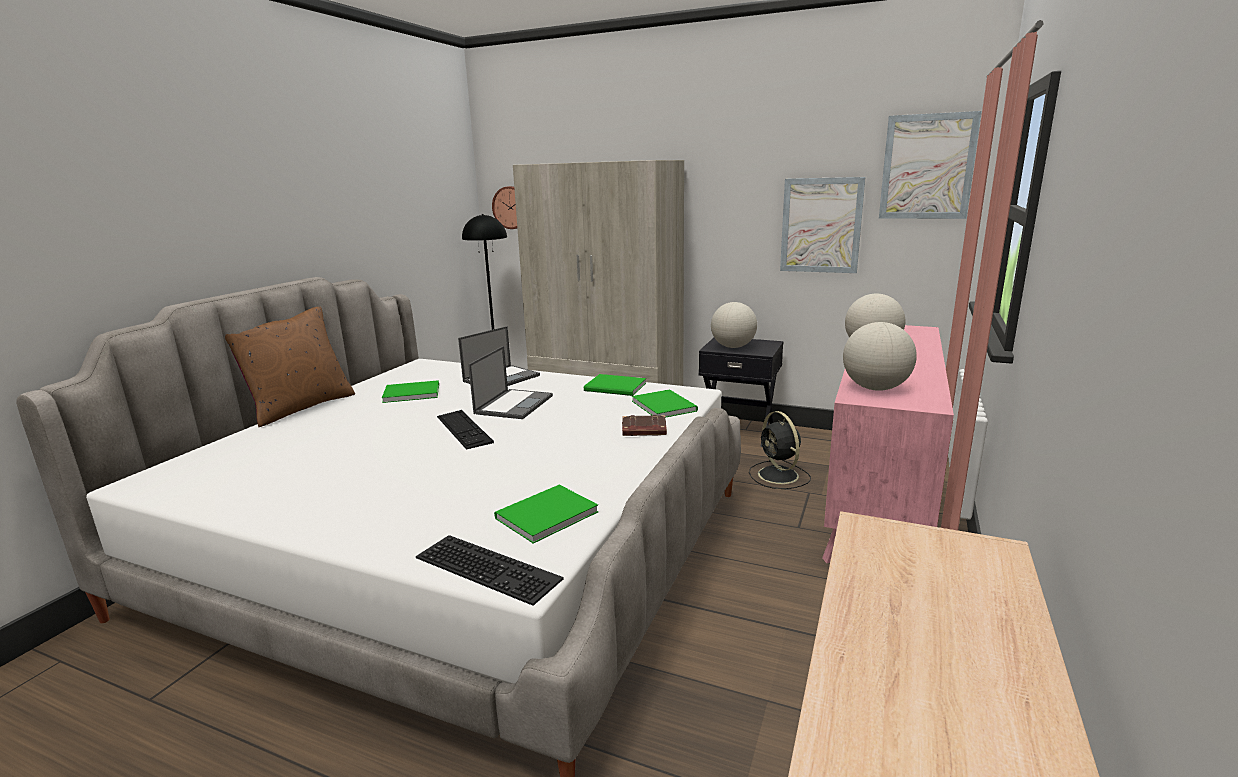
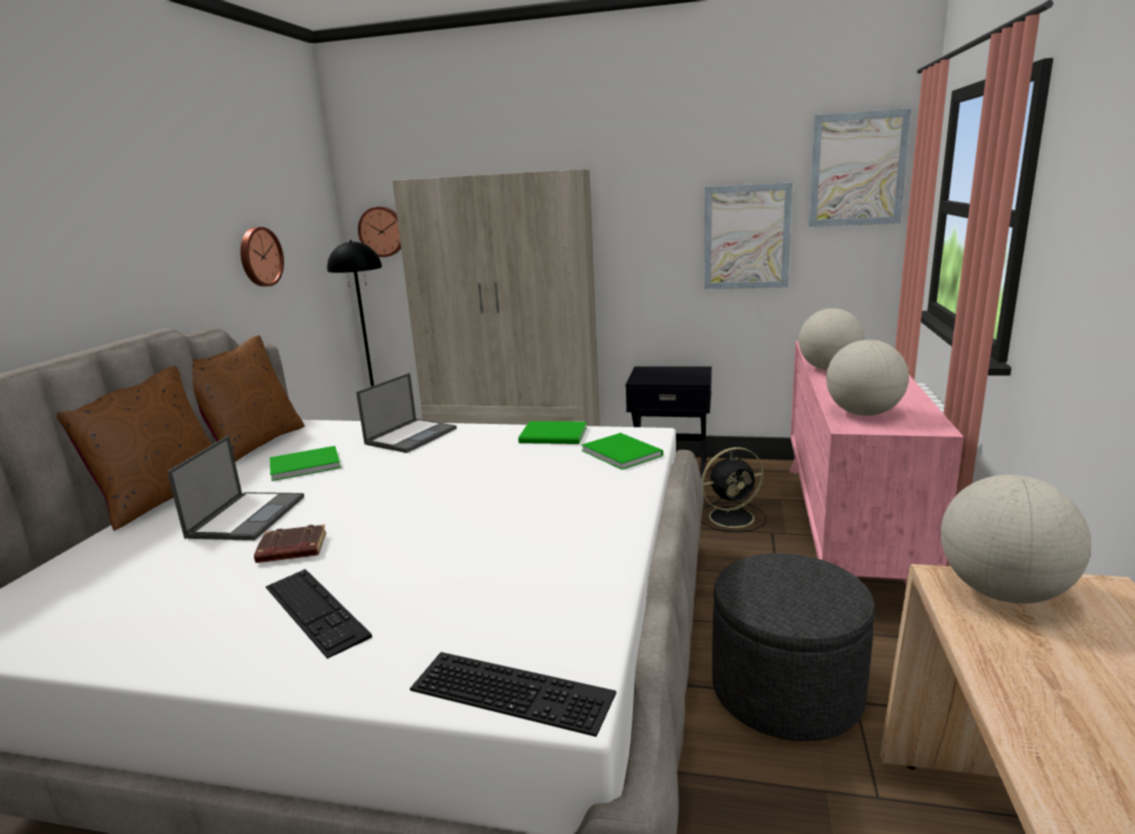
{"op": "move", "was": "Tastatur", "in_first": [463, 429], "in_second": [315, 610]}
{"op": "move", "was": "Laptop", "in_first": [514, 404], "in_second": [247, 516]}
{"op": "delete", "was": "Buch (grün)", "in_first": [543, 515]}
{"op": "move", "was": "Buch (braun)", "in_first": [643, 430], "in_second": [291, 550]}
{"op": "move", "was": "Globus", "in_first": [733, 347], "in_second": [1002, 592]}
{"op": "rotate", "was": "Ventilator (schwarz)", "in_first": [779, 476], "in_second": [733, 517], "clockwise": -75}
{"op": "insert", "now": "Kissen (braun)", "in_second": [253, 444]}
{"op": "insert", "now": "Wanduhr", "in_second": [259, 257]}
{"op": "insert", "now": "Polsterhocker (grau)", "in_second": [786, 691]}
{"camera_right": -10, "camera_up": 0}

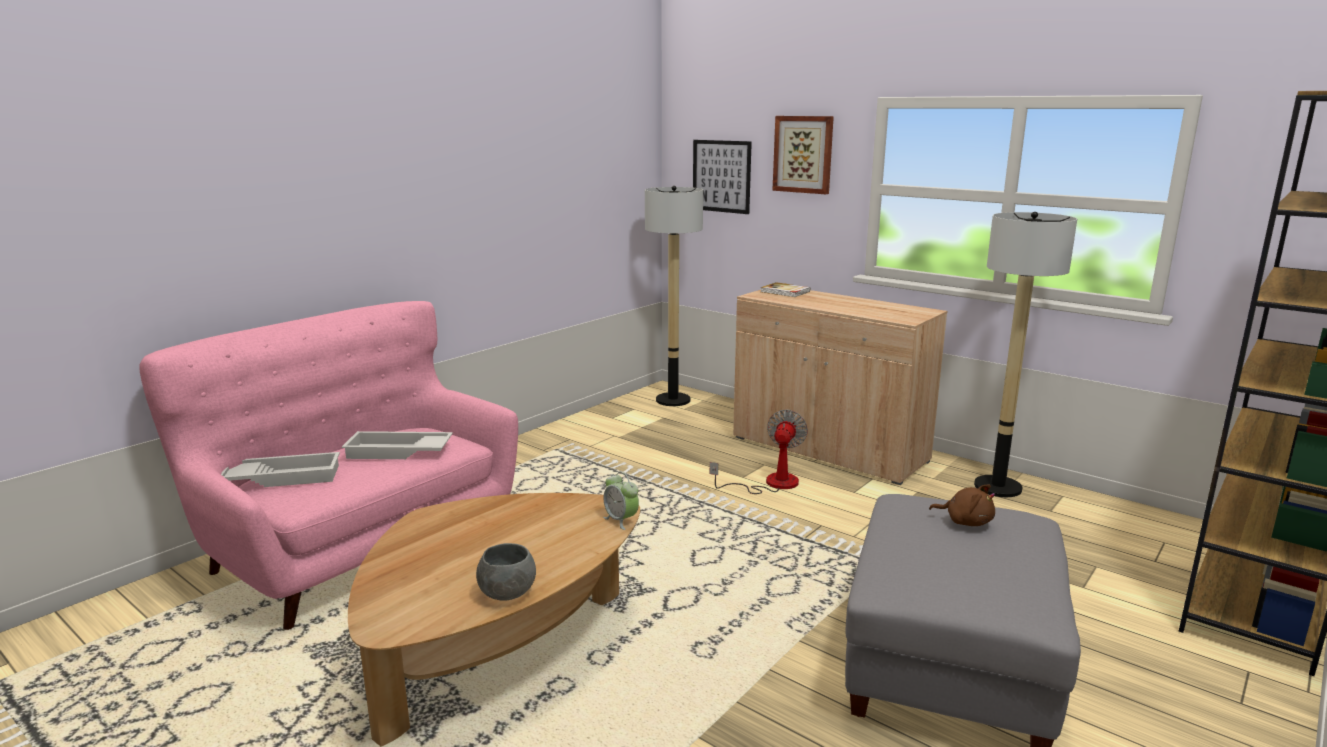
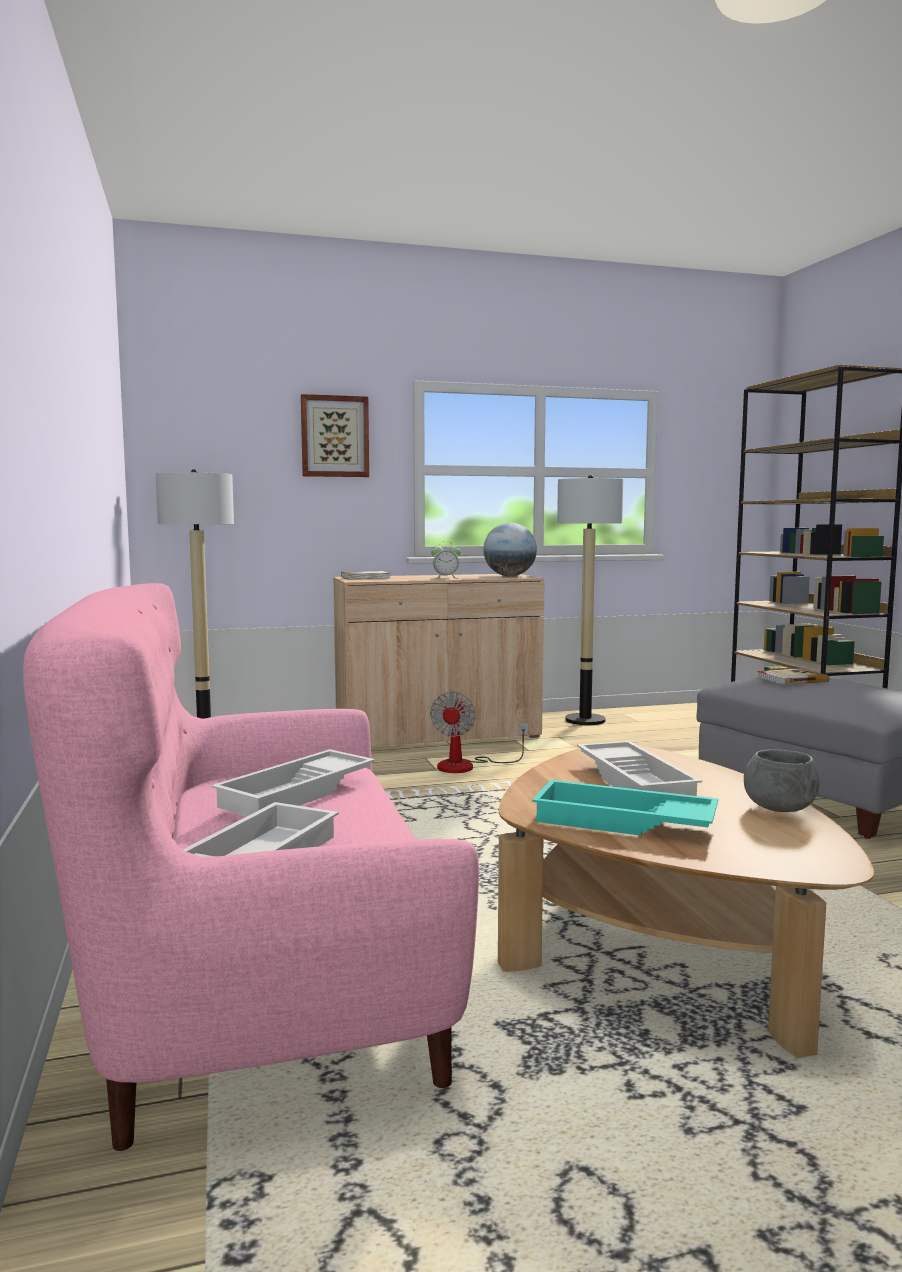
{"op": "move", "was": "Wecker", "in_first": [621, 520], "in_second": [446, 578]}
{"op": "delete", "was": "Bild", "in_first": [721, 176]}
{"op": "rotate", "was": "Ventilator", "in_first": [770, 484], "in_second": [467, 766], "clockwise": -135}
{"op": "replace", "was": "Plüschtier (braun)", "now": "Buch", "in_first": [965, 521], "in_second": [791, 679]}
{"op": "insert", "now": "Globus", "in_second": [509, 576]}
{"op": "insert", "now": "Tablett (türkis)", "in_second": [622, 822]}
{"op": "insert", "now": "Tablett (weiß)", "in_second": [637, 781]}
{"camera_right": -55, "camera_up": -10}

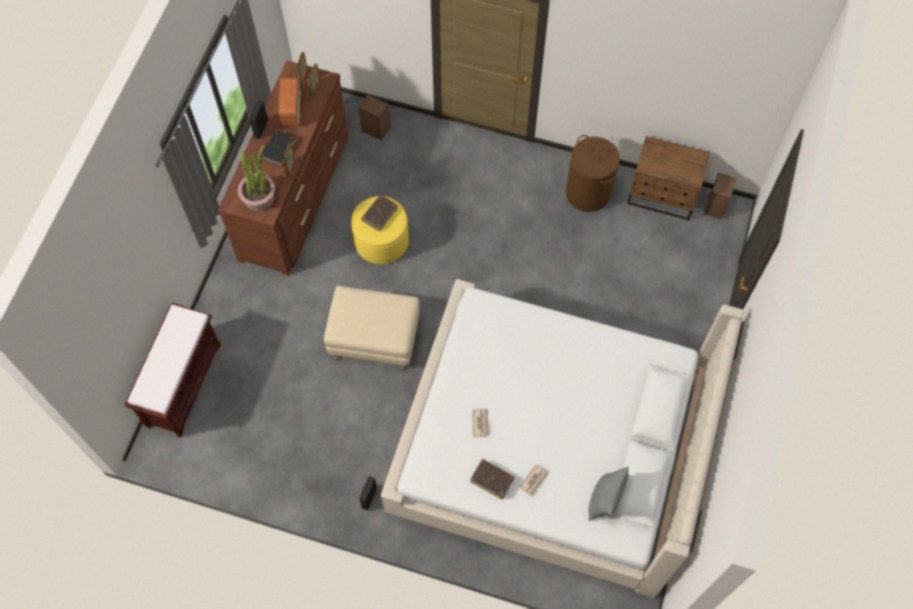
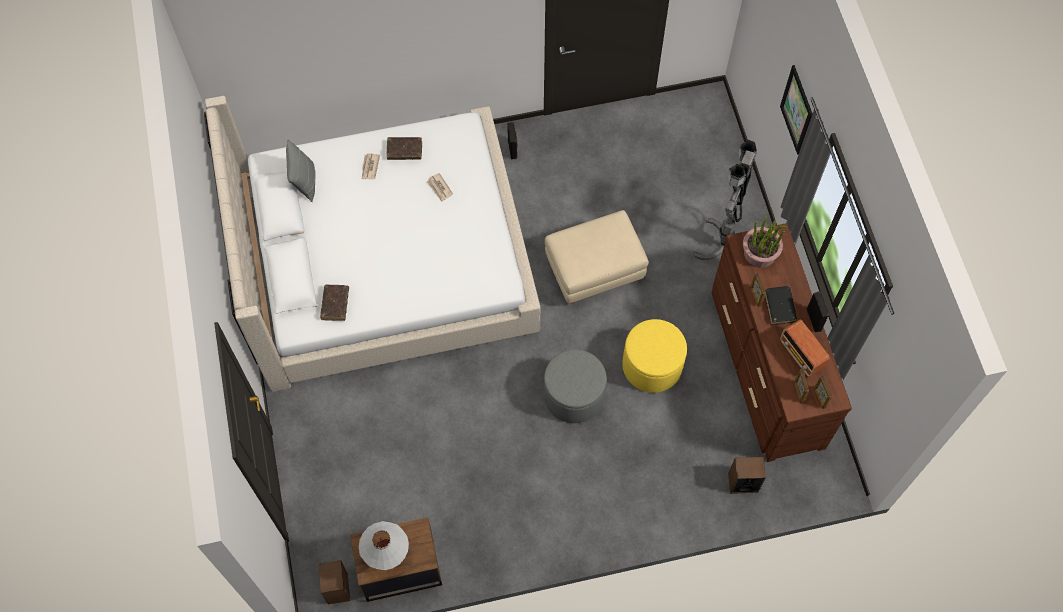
{"op": "delete", "was": "Bank (braun)", "in_first": [183, 383]}
{"op": "move", "was": "Buch (braun)", "in_first": [379, 214], "in_second": [335, 304]}
{"op": "delete", "was": "Wäschekorb (braun)", "in_first": [588, 192]}
{"op": "insert", "now": "Tischlampe (weiß)", "in_second": [387, 556]}
{"op": "insert", "now": "Polsterhocker (grau)", "in_second": [573, 395]}
{"op": "insert", "now": "Stehlampe (grau)", "in_second": [719, 244]}
{"op": "insert", "now": "Bild", "in_second": [796, 110]}
{"camera_right": 150, "camera_up": 0}

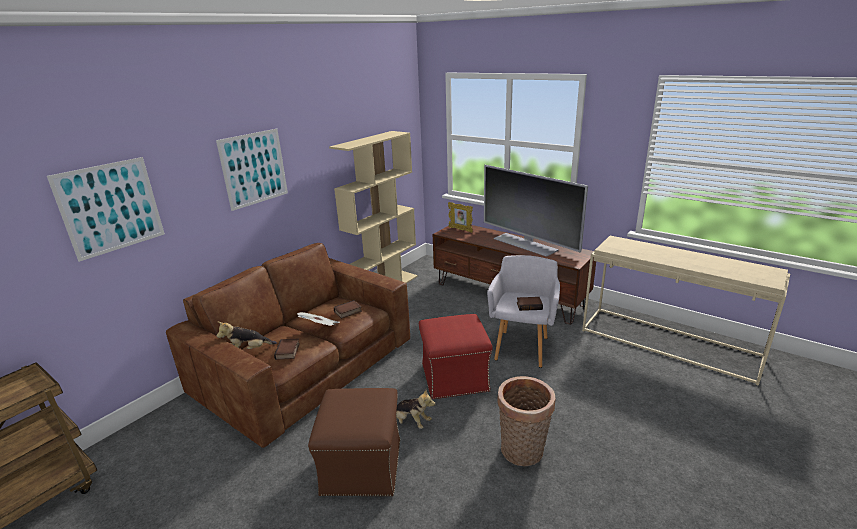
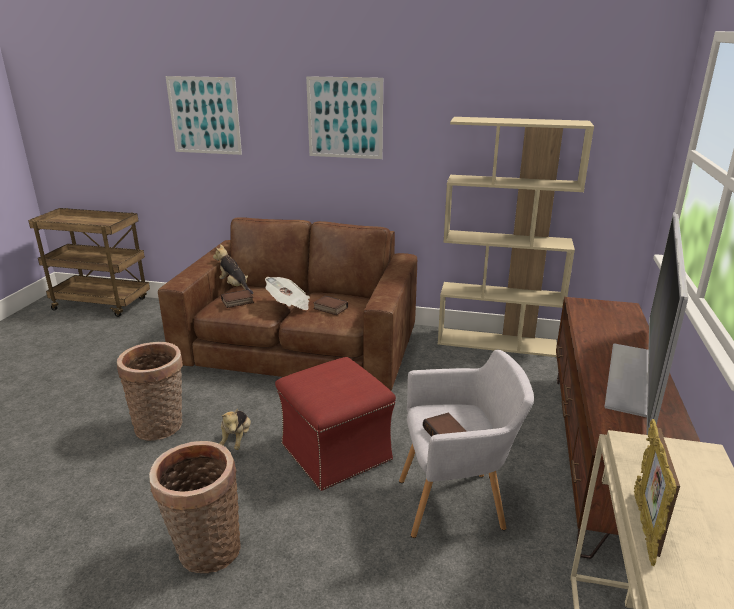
{"op": "replace", "was": "Polsterhocker (braun)", "now": "Korb", "in_first": [362, 465], "in_second": [162, 427]}
{"op": "move", "was": "Bilderrahmen", "in_first": [460, 230], "in_second": [645, 527]}
{"camera_right": 65, "camera_up": 0}

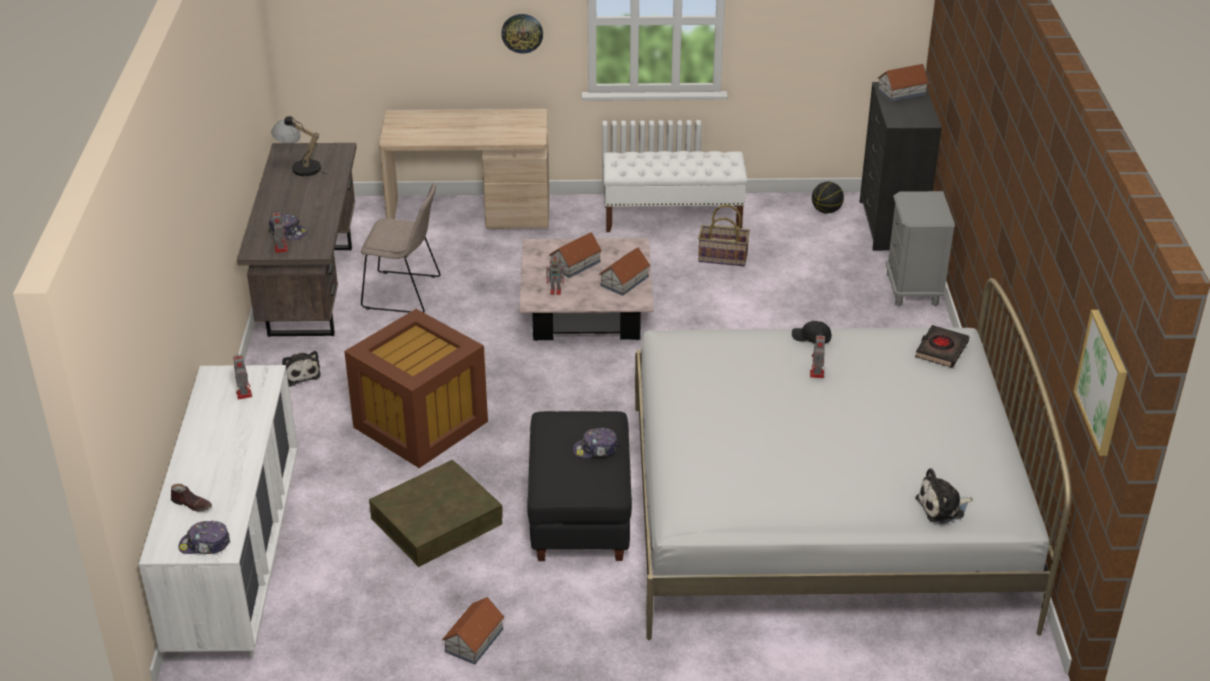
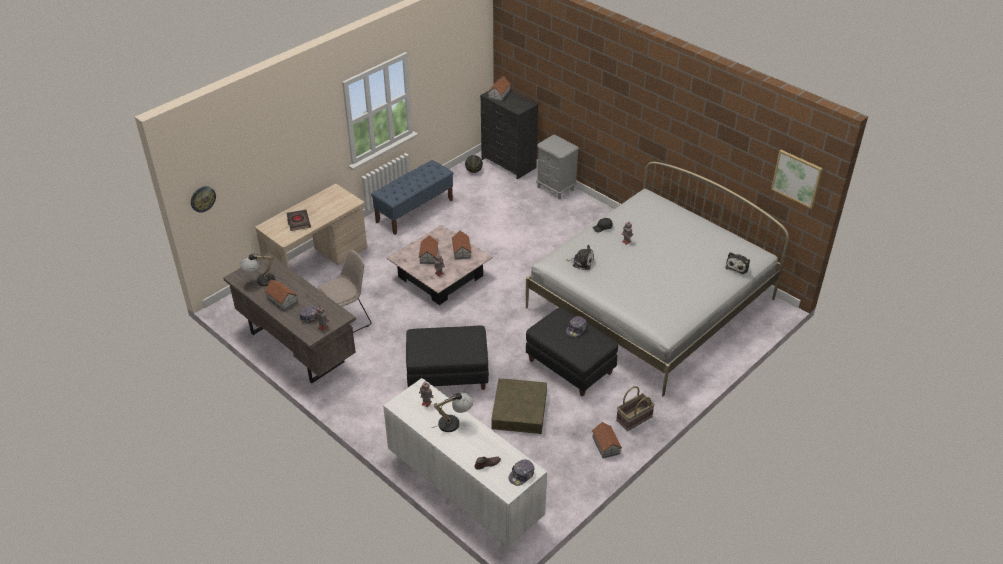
{"op": "move", "was": "Plüschtier", "in_first": [299, 374], "in_second": [581, 262]}
{"op": "replace", "was": "Aufbewahrungsbox (braun)", "now": "Polsterhocker (schwarz)", "in_first": [418, 424], "in_second": [447, 375]}
{"op": "move", "was": "Wanduhr", "in_first": [522, 33], "in_second": [202, 199]}
{"op": "recolor", "was": "Bank (weiß)", "now": "Bank (blau)", "in_first": [673, 218], "in_second": [414, 211]}
{"op": "move", "was": "Korb", "in_first": [722, 258], "in_second": [634, 419]}
{"op": "move", "was": "Buch (schwarz)", "in_first": [941, 350], "in_second": [298, 222]}
{"op": "insert", "now": "Spielzeughaus", "in_second": [282, 300]}
{"op": "insert", "now": "Tischlampe", "in_second": [454, 423]}
{"camera_right": -45, "camera_up": 5}

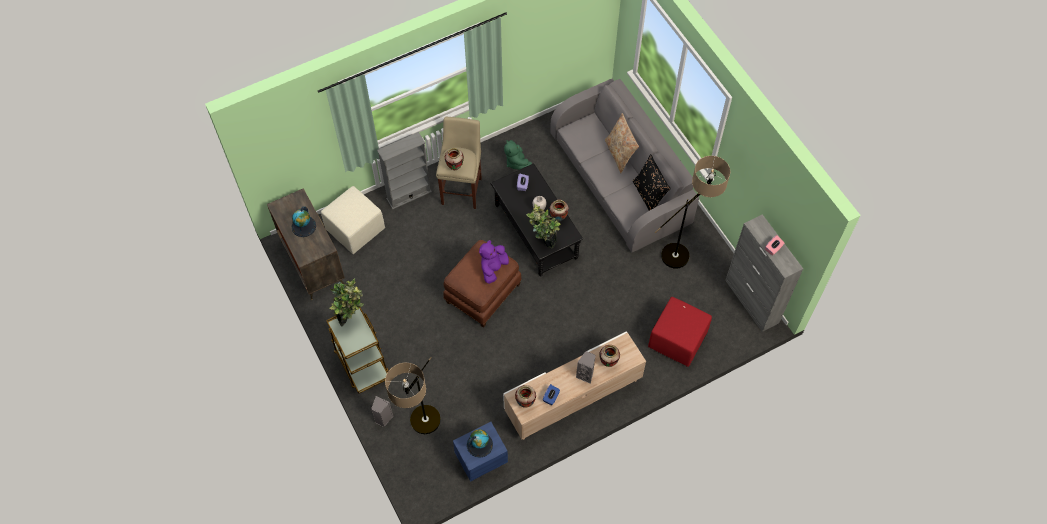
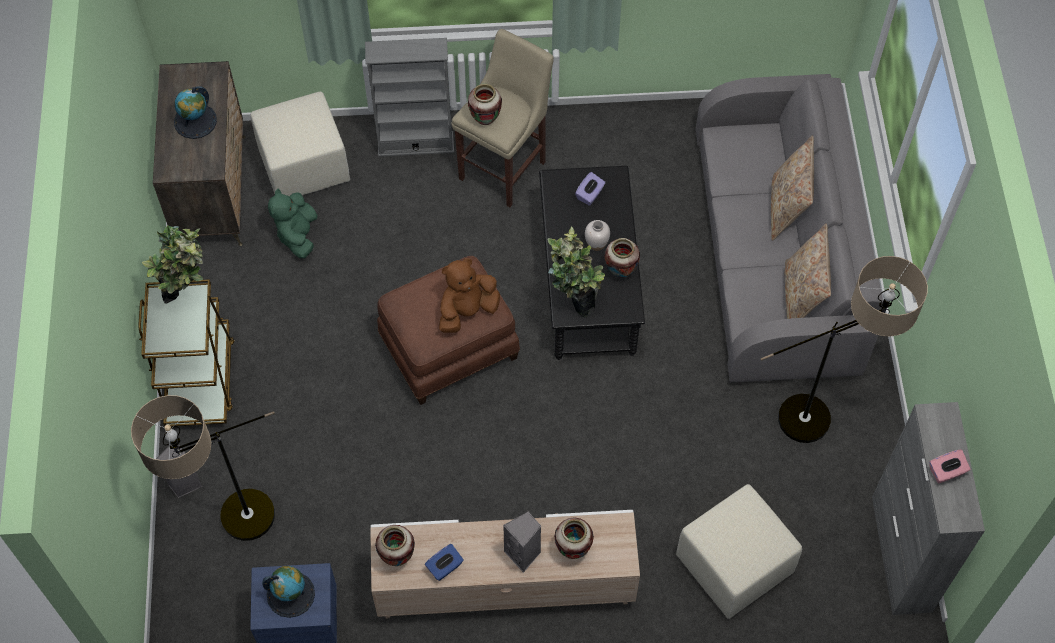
{"op": "recolor", "was": "Plüschtier (lila)", "now": "Plüschtier (braun)", "in_first": [493, 268], "in_second": [467, 311]}
{"op": "move", "was": "Plüschtier (grün)", "in_first": [516, 162], "in_second": [298, 235]}
{"op": "recolor", "was": "Kissen (schwarz)", "now": "Kissen (beige)", "in_first": [649, 195], "in_second": [801, 296]}
{"op": "recolor", "was": "Polsterhocker (rot)", "now": "Polsterhocker (beige)", "in_first": [677, 339], "in_second": [734, 563]}
{"camera_right": 25, "camera_up": 0}

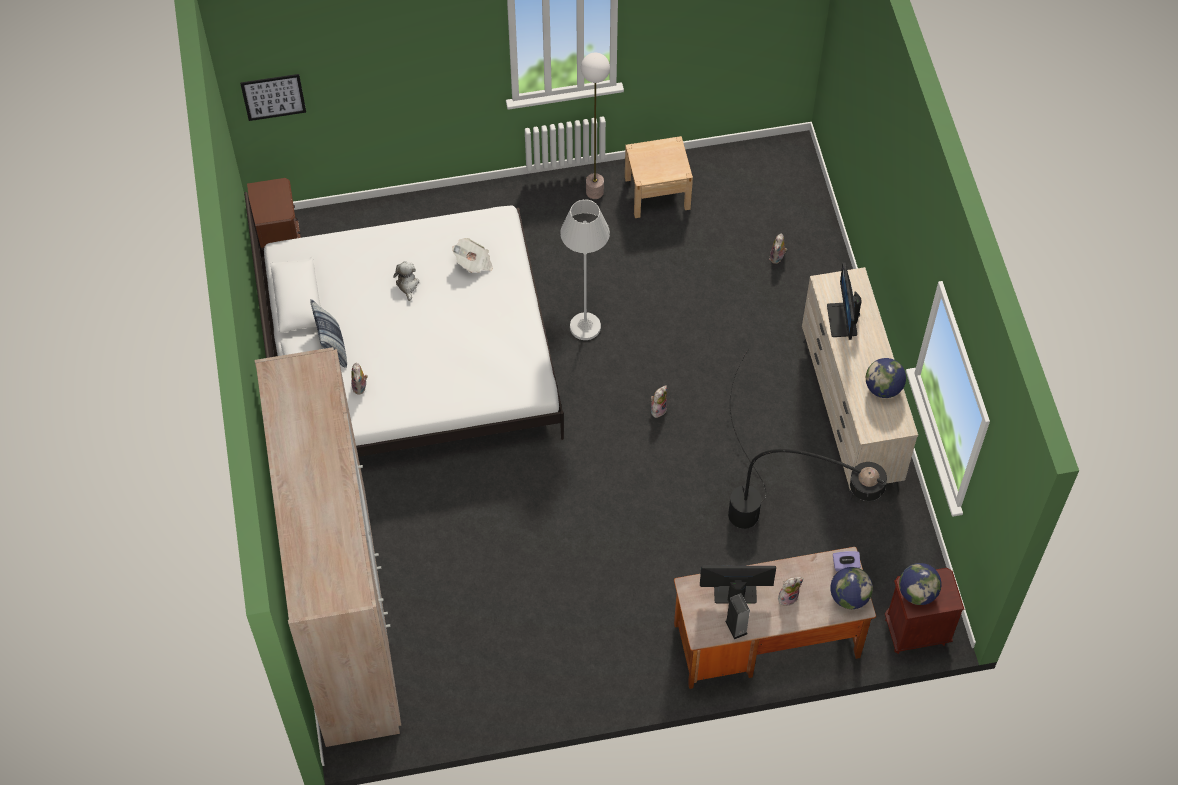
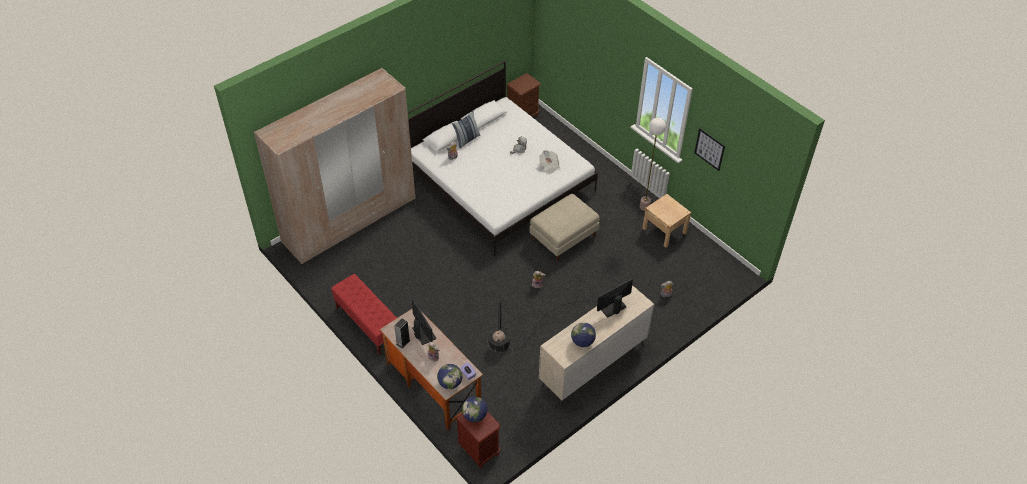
{"op": "move", "was": "Bild", "in_first": [273, 97], "in_second": [709, 149]}
{"op": "replace", "was": "Stehlampe (weiß)", "now": "Polsterhocker (beige)", "in_first": [585, 327], "in_second": [563, 236]}
{"op": "insert", "now": "Bank (rot)", "in_second": [368, 324]}
{"camera_right": 60, "camera_up": -10}

